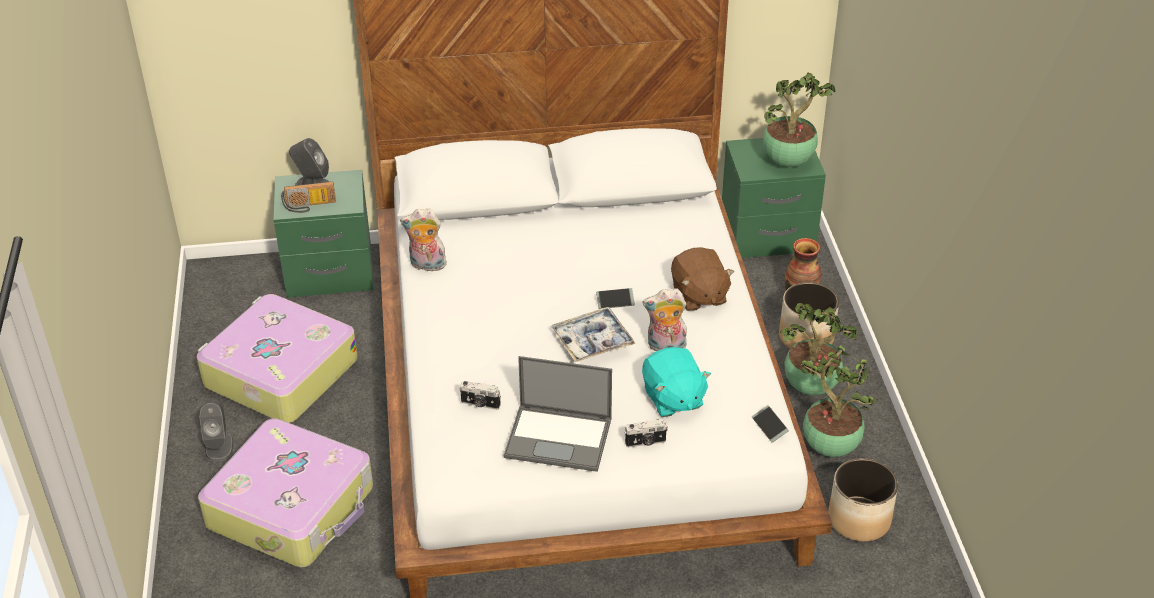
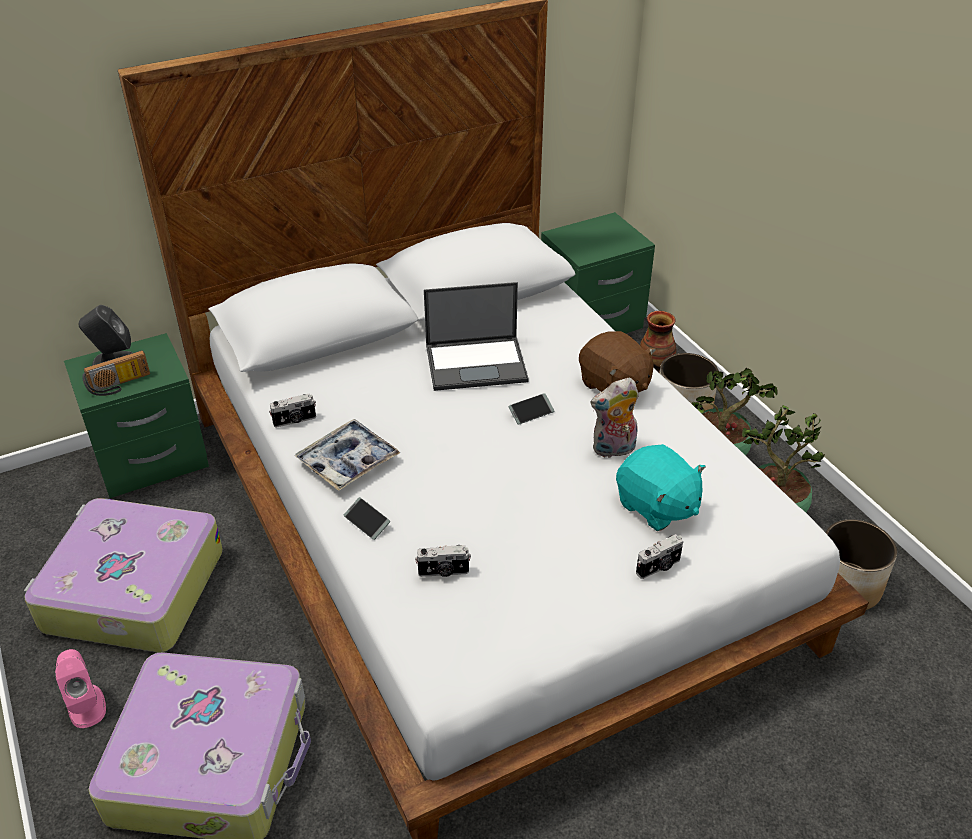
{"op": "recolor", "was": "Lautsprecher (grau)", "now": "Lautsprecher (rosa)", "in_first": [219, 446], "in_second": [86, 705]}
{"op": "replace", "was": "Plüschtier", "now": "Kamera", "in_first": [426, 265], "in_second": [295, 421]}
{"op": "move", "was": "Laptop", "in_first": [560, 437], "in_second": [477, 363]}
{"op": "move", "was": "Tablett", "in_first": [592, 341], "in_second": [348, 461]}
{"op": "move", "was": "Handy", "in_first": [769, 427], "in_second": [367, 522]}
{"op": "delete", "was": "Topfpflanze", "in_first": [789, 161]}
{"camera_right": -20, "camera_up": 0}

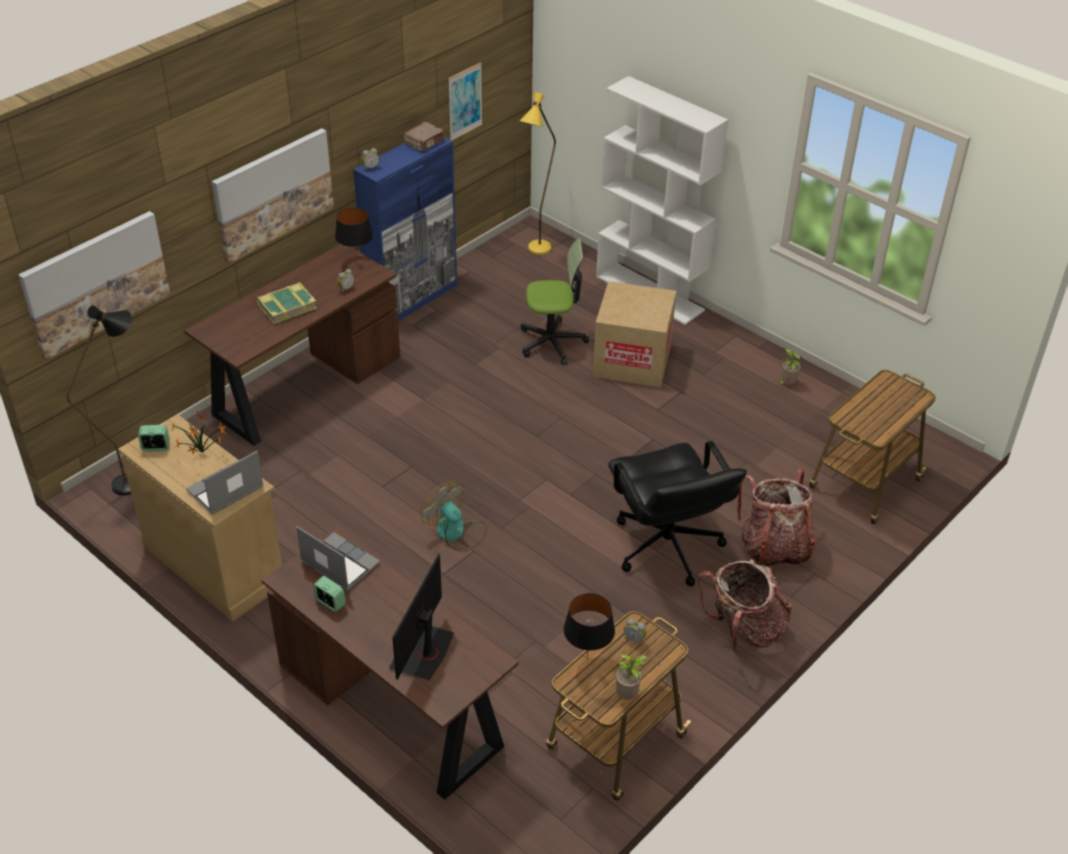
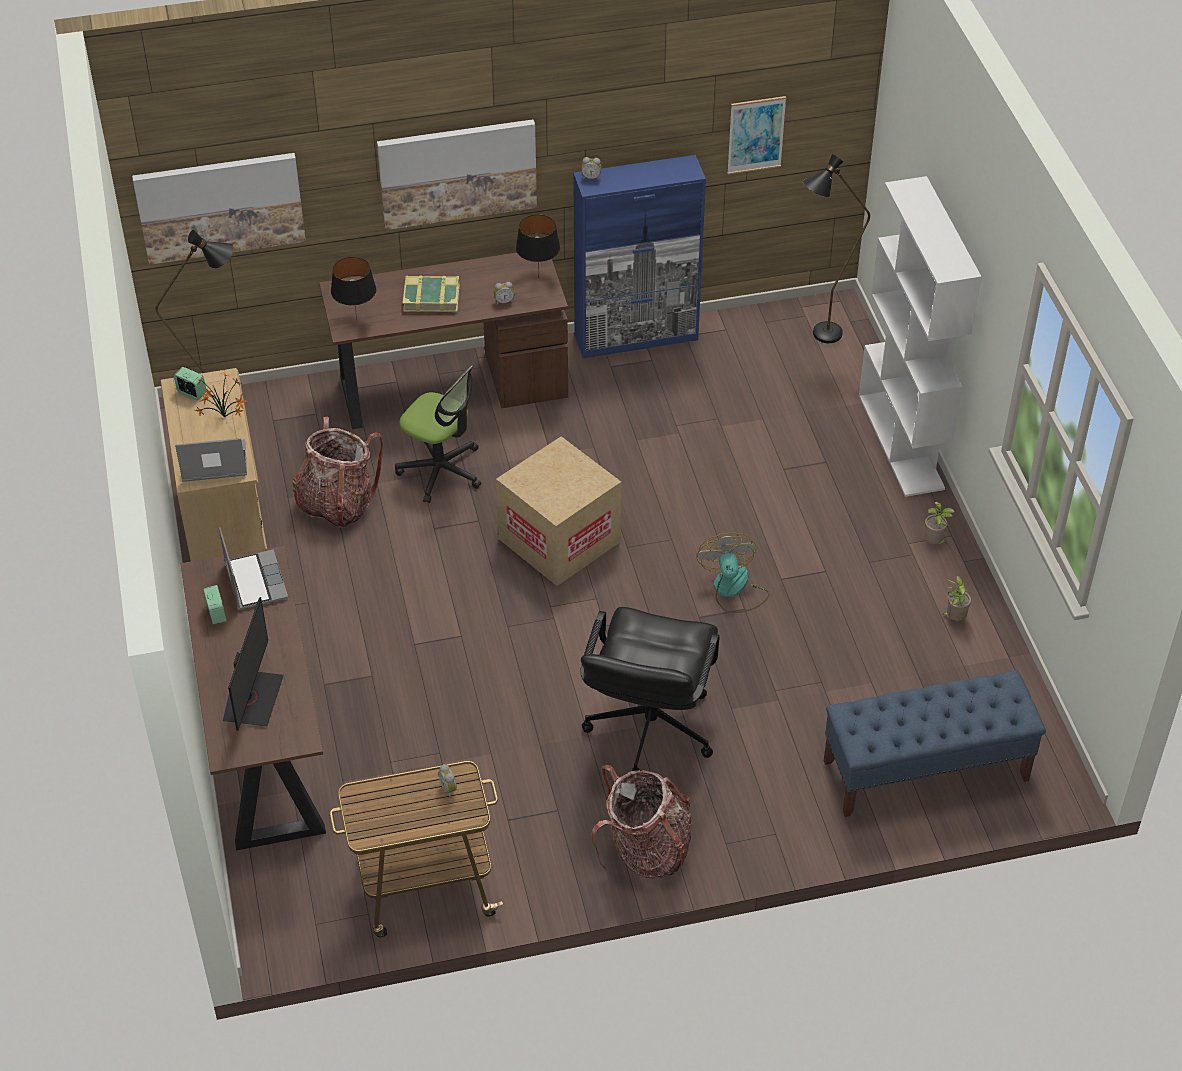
{"op": "rotate", "was": "Monitor", "in_first": [423, 652], "in_second": [252, 699], "clockwise": 135}
{"op": "delete", "was": "Buch (braun)", "in_first": [425, 142]}
{"op": "move", "was": "Ventilator", "in_first": [456, 533], "in_second": [733, 590]}
{"op": "recolor", "was": "Stehlampe (gelb)", "now": "Stehlampe (schwarz)", "in_first": [536, 253], "in_second": [818, 338]}
{"op": "move", "was": "Bürostuhl", "in_first": [552, 342], "in_second": [441, 471]}
{"op": "move", "was": "Tischlampe (schwarz)", "in_first": [587, 659], "in_second": [357, 321]}
{"op": "move", "was": "Karton", "in_first": [632, 360], "in_second": [559, 540]}
{"op": "move", "was": "Topfpflanze", "in_first": [628, 696], "in_second": [934, 543]}
{"op": "move", "was": "Rucksack", "in_first": [774, 547], "in_second": [337, 504]}
{"op": "replace", "was": "Rollwagen", "now": "Bank (blau)", "in_first": [863, 485], "in_second": [925, 771]}
{"camera_right": 35, "camera_up": 5}

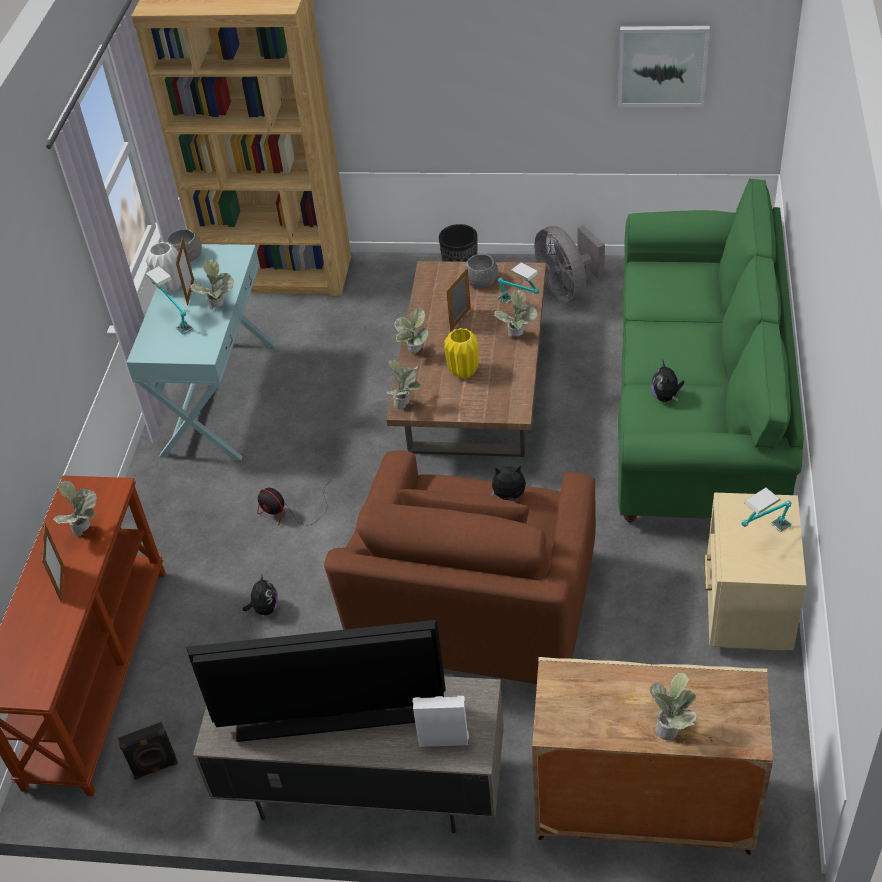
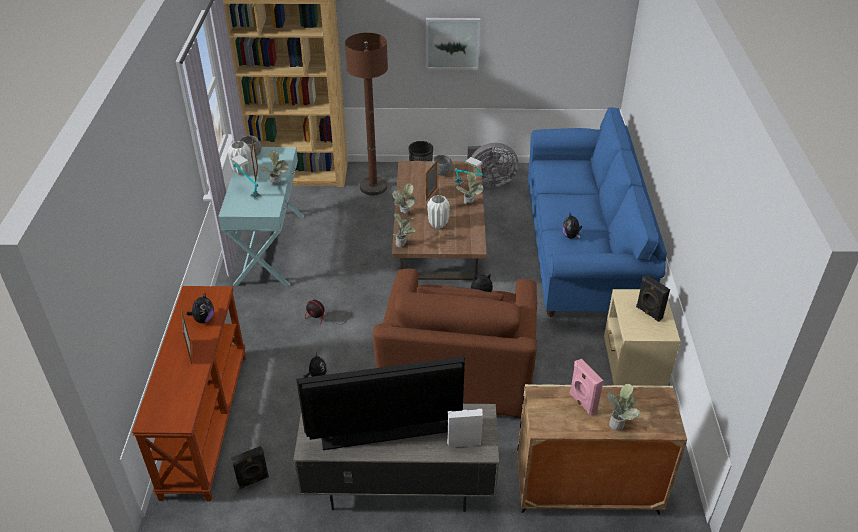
{"op": "replace", "was": "Topfpflanze", "now": "Plüschtier", "in_first": [86, 530], "in_second": [203, 319]}
{"op": "recolor", "was": "Vase (gelb)", "now": "Vase (weiß)", "in_first": [463, 371], "in_second": [438, 224]}
{"op": "rotate", "was": "Ventilator (grau)", "in_first": [567, 289], "in_second": [489, 182], "clockwise": -60}
{"op": "move", "was": "Bild", "in_first": [662, 65], "in_second": [452, 43]}
{"op": "recolor", "was": "Sofa (grün)", "now": "Sofa (blau)", "in_first": [697, 410], "in_second": [582, 250]}
{"op": "replace", "was": "Tischlampe", "now": "Lautsprecher (schwarz)", "in_first": [763, 535], "in_second": [648, 313]}
{"op": "insert", "now": "Stehlampe (braun)", "in_second": [373, 187]}
{"op": "insert", "now": "Lautsprecher (rosa)", "in_second": [582, 403]}
{"camera_right": -10, "camera_up": -5}

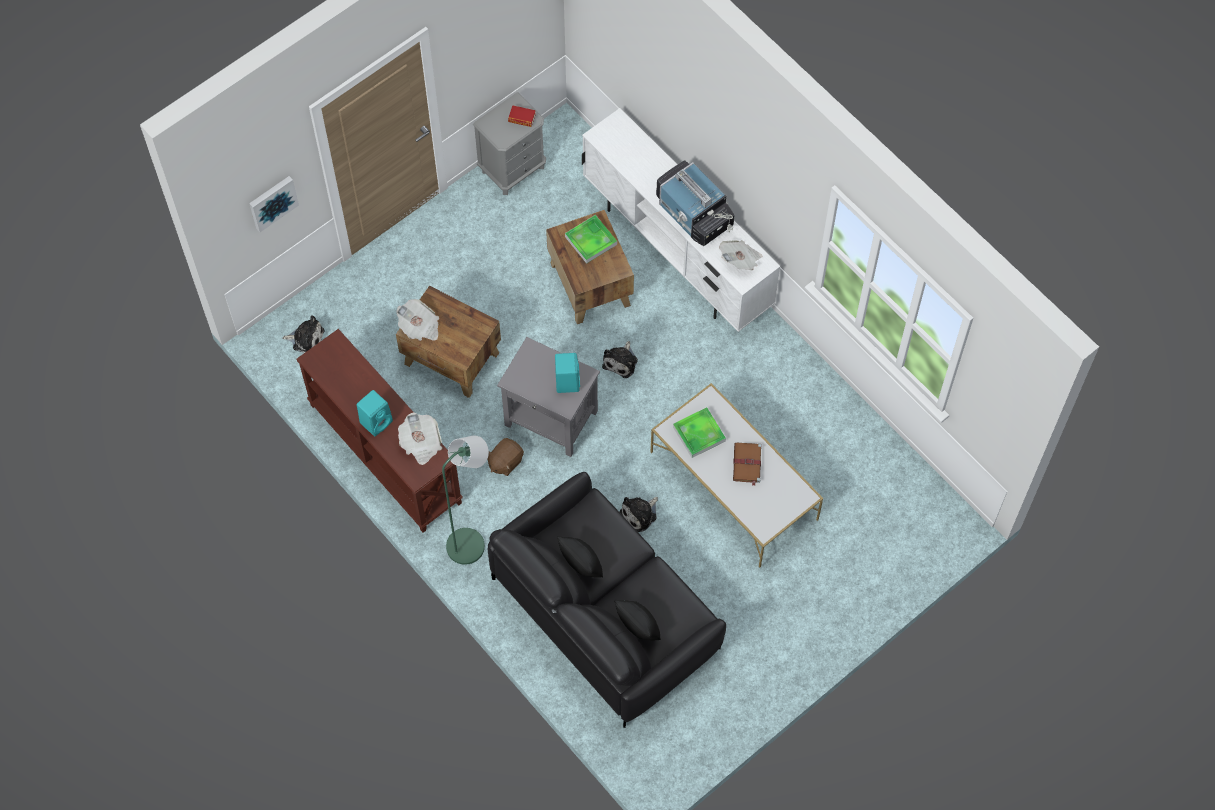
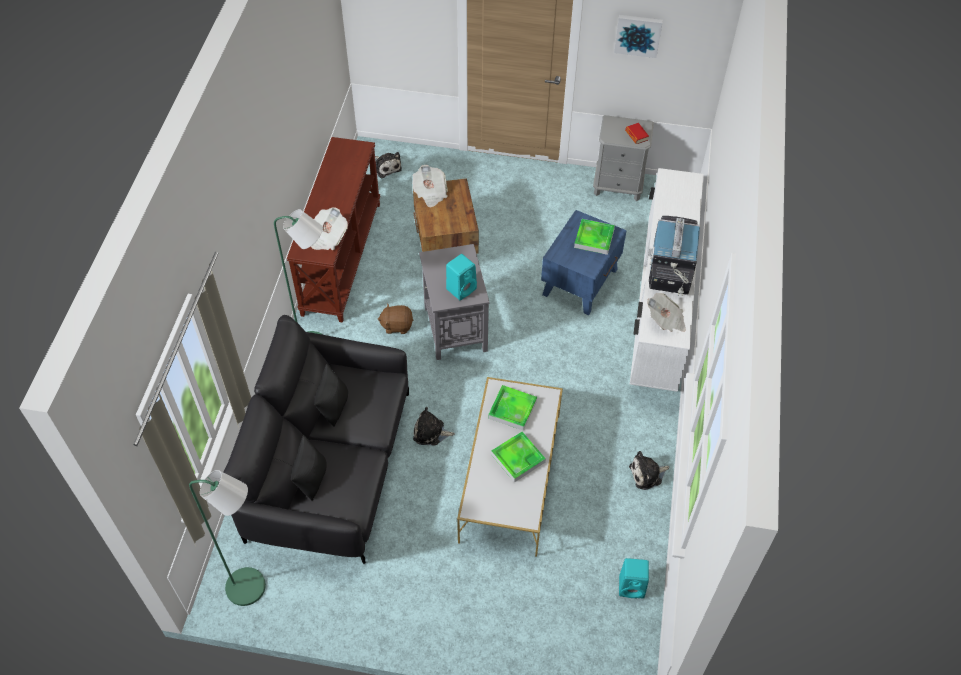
{"op": "move", "was": "Bild", "in_first": [272, 202], "in_second": [638, 35]}
{"op": "move", "was": "Lautsprecher (türkis)", "in_first": [377, 421], "in_second": [632, 586]}
{"op": "recolor", "was": "Beistelltisch (braun)", "now": "Beistelltisch (blau)", "in_first": [590, 283], "in_second": [581, 281]}
{"op": "move", "was": "Plüschtier", "in_first": [621, 361], "in_second": [647, 474]}
{"op": "replace", "was": "Buch (braun)", "now": "Tablett", "in_first": [747, 464], "in_second": [518, 458]}
{"op": "insert", "now": "Stehlampe (grün)", "in_second": [253, 588]}
{"camera_right": 50, "camera_up": -10}

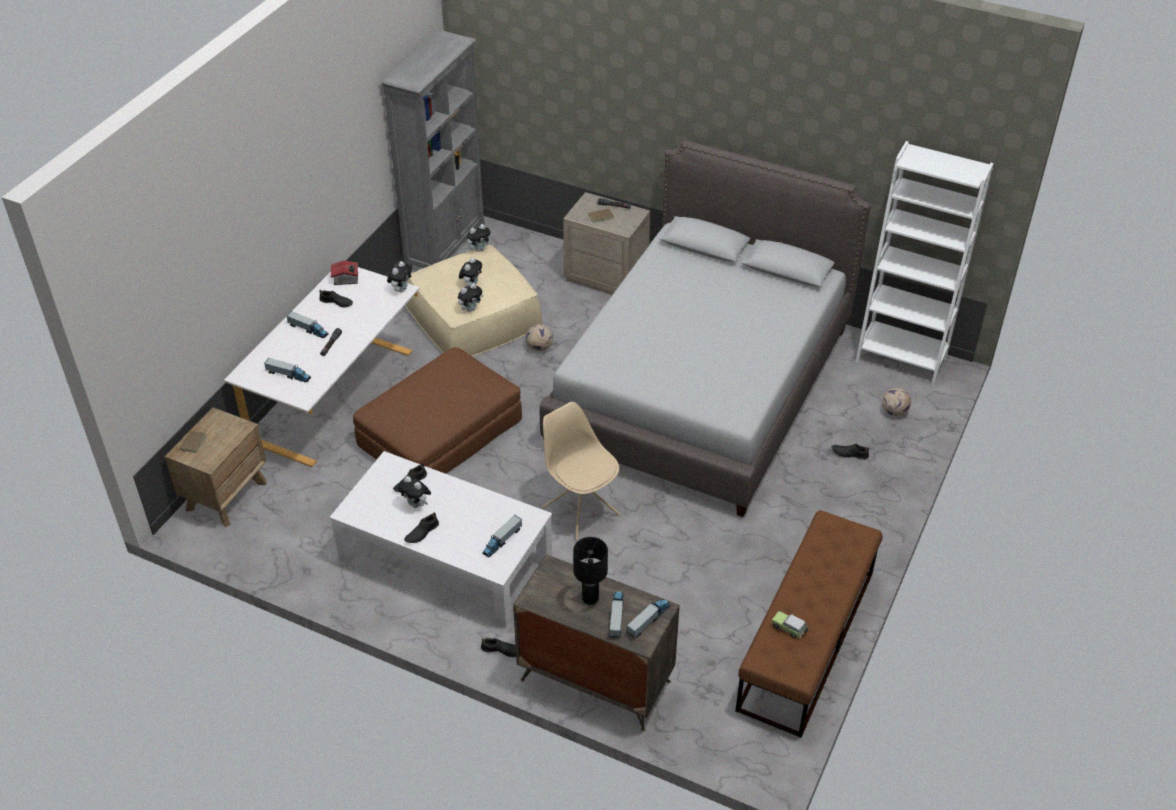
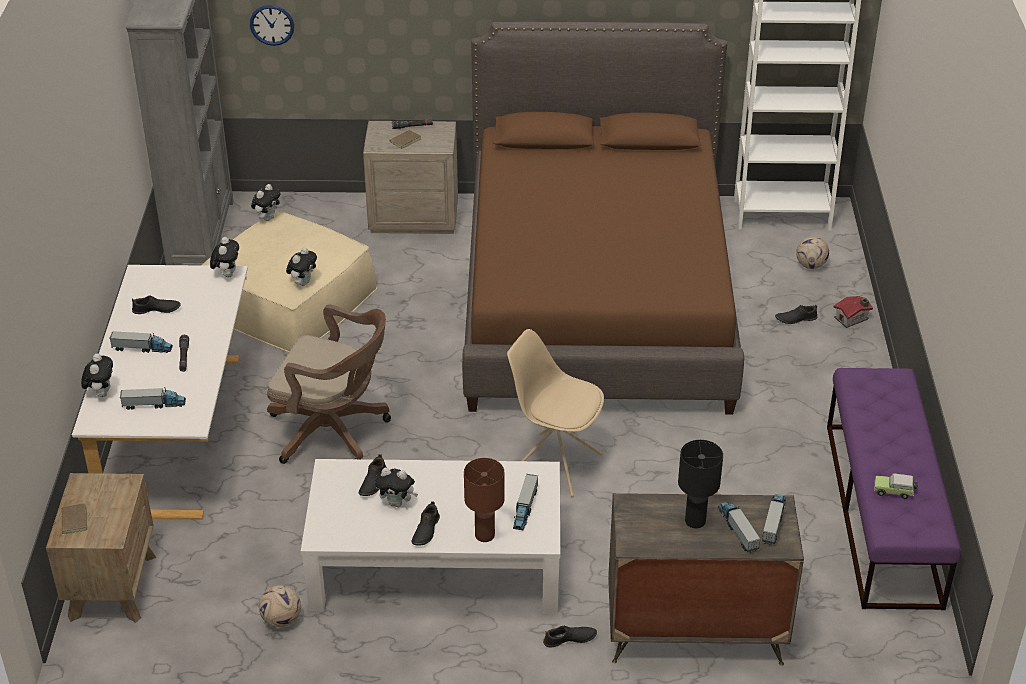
{"op": "move", "was": "Spielzeughaus", "in_first": [346, 279], "in_second": [852, 318]}
{"op": "replace", "was": "Polsterhocker (braun)", "now": "Bürostuhl (braun)", "in_first": [440, 431], "in_second": [334, 432]}
{"op": "move", "was": "Plüschtier", "in_first": [471, 284], "in_second": [101, 393]}
{"op": "move", "was": "Fußball", "in_first": [539, 347], "in_second": [281, 620]}
{"op": "recolor", "was": "Bett (grau)", "now": "Bett (braun)", "in_first": [701, 386], "in_second": [597, 298]}
{"op": "recolor", "was": "Bank (braun)", "now": "Bank (lila)", "in_first": [806, 641], "in_second": [882, 514]}
{"op": "insert", "now": "Wanduhr", "in_second": [272, 25]}
{"op": "insert", "now": "Tischlampe (braun)", "in_second": [485, 535]}
{"camera_right": -25, "camera_up": -5}

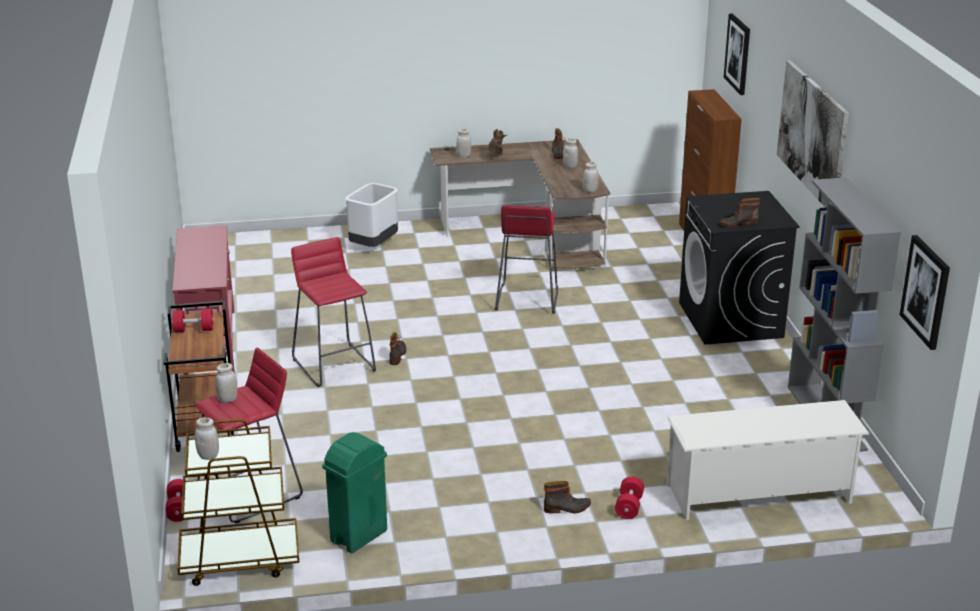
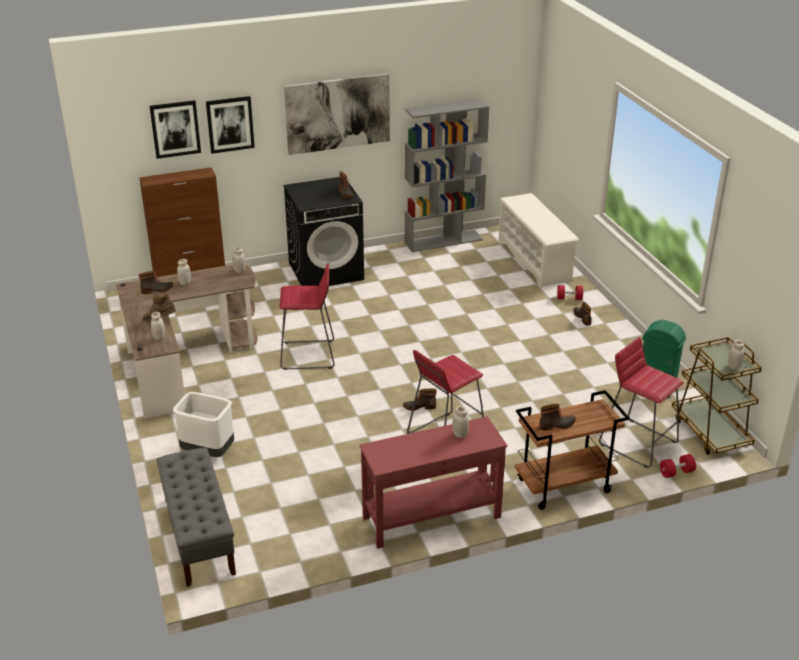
{"op": "replace", "was": "Hantel (rot)", "now": "Stiefel", "in_first": [194, 330], "in_second": [557, 425]}
{"op": "move", "was": "Vorratsglas (weiß)", "in_first": [227, 399], "in_second": [460, 434]}
{"op": "move", "was": "Bild", "in_first": [926, 291], "in_second": [230, 124]}
{"op": "insert", "now": "Bank (grau)", "in_second": [198, 535]}
{"camera_right": -100, "camera_up": 5}

